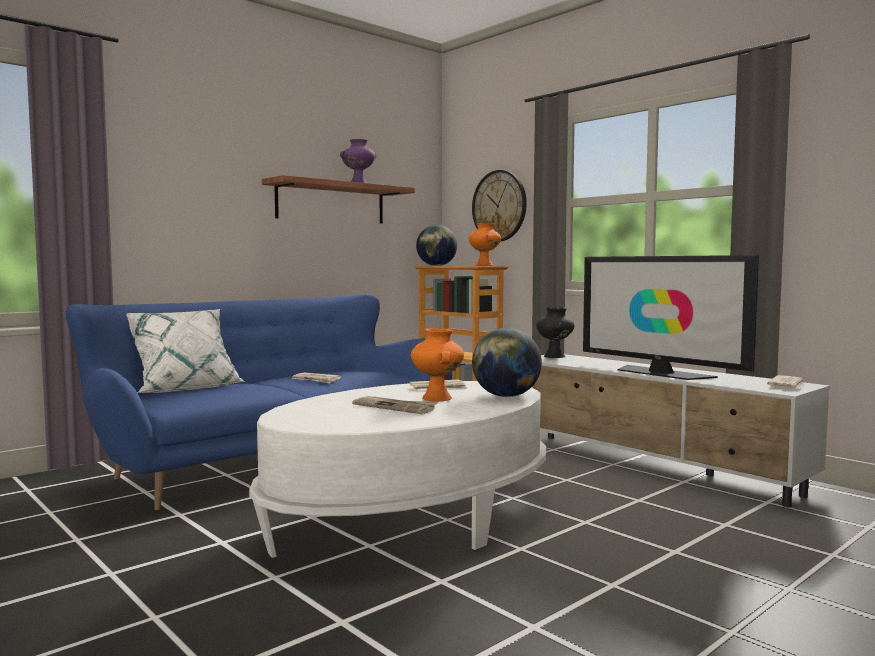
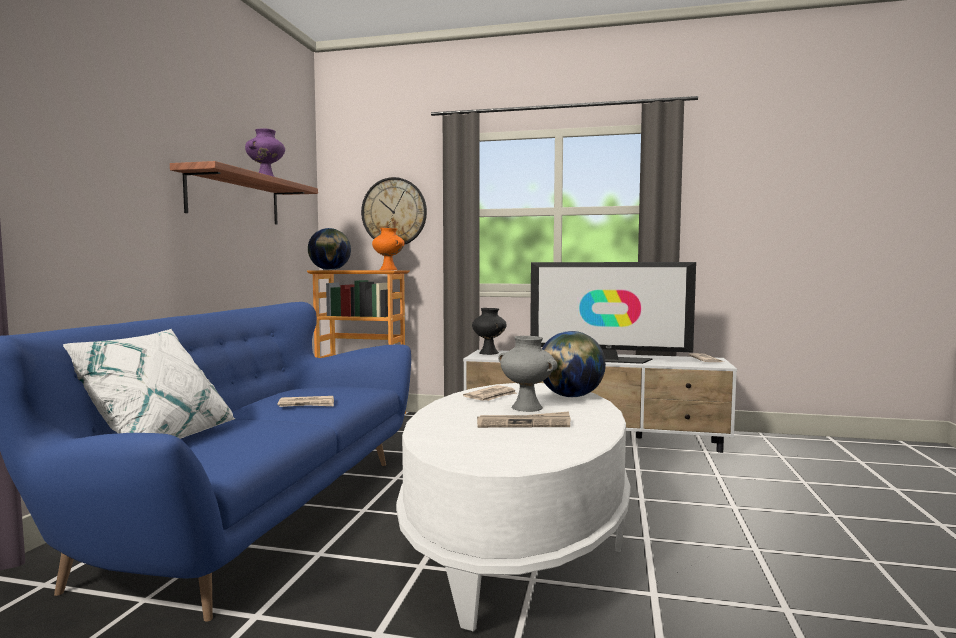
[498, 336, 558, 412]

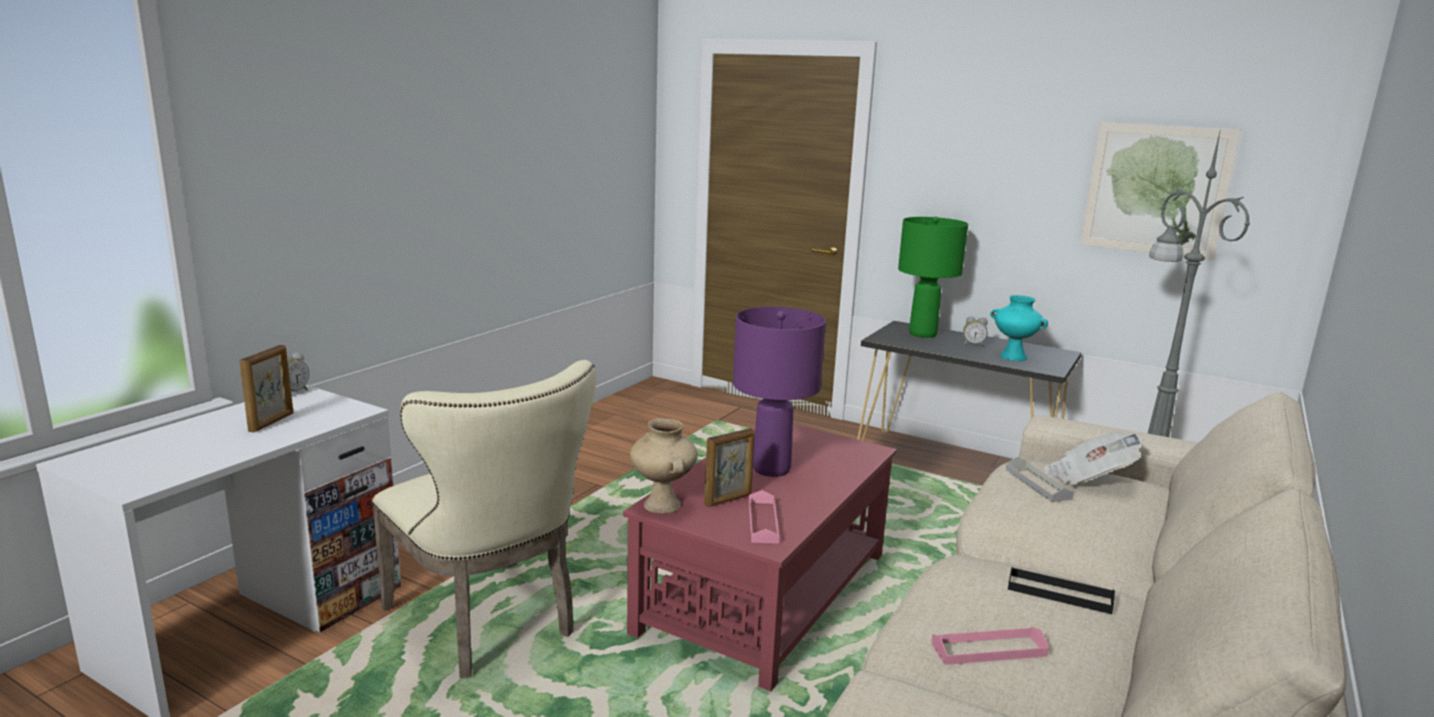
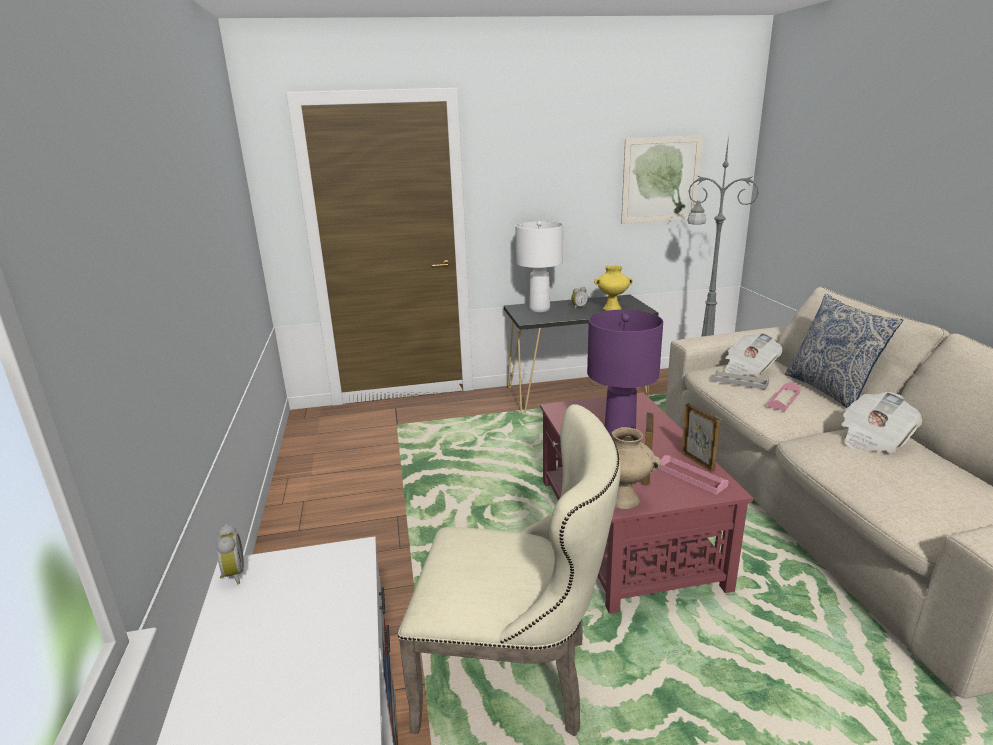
[515, 221, 563, 312]
[594, 265, 633, 311]
[681, 403, 720, 472]
[841, 392, 922, 453]
[767, 382, 801, 411]
[784, 294, 903, 408]

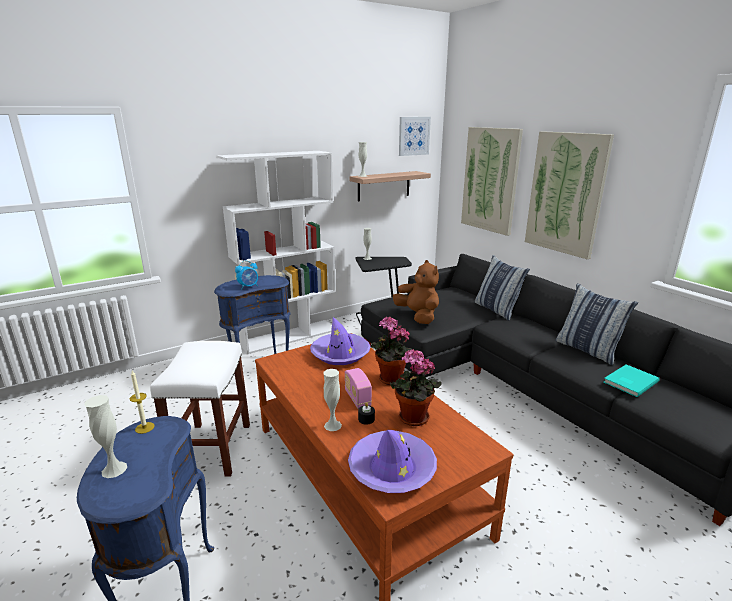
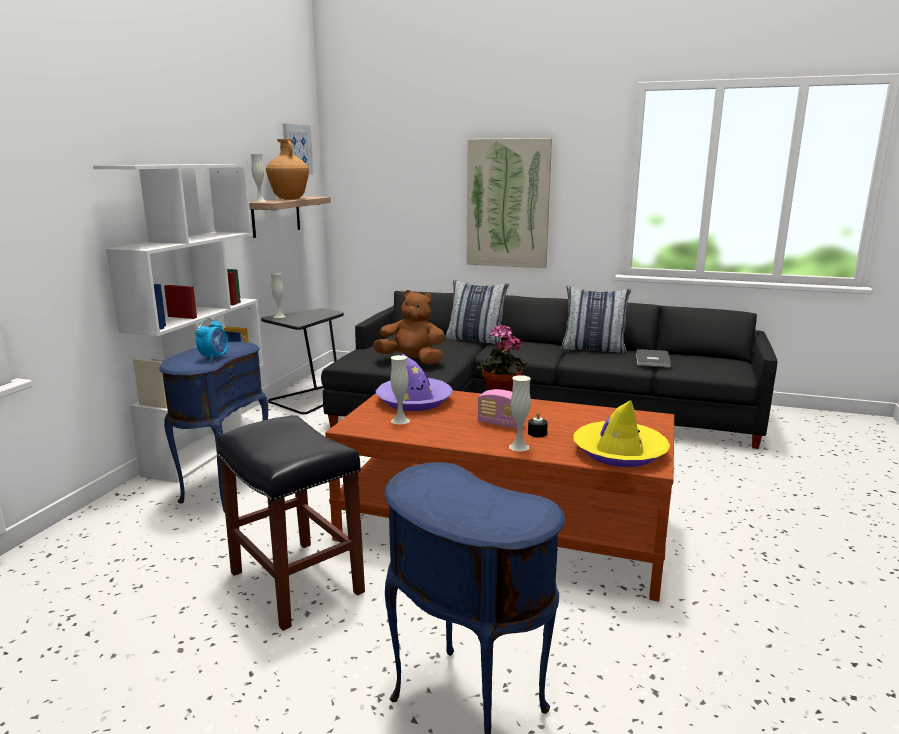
[461, 127, 523, 236] (first image)
[216, 415, 365, 631]
[390, 349, 442, 426] (first image)
[636, 349, 672, 367]
[129, 371, 155, 434] (first image)
[390, 355, 410, 425]
[573, 400, 670, 467]
[266, 139, 309, 200]

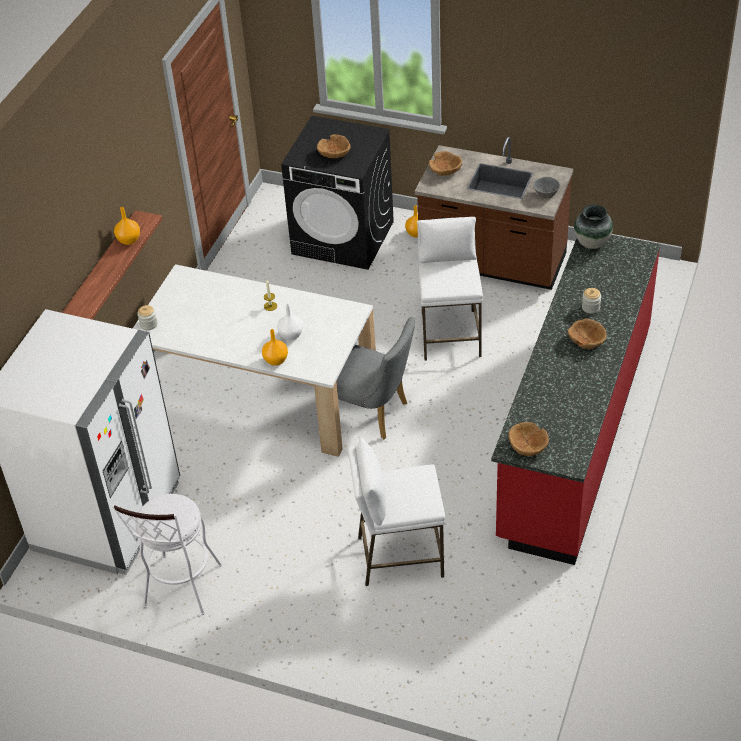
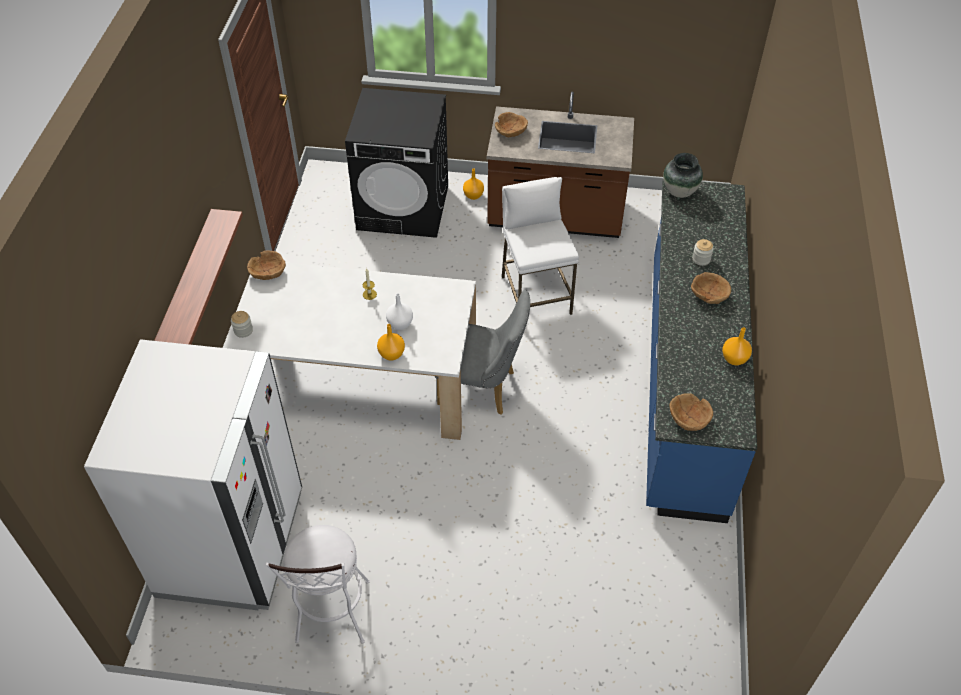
[247, 250, 286, 280]
[533, 177, 560, 198] (first image)
[722, 327, 752, 365]
[646, 179, 757, 523]
[348, 438, 445, 586] (first image)

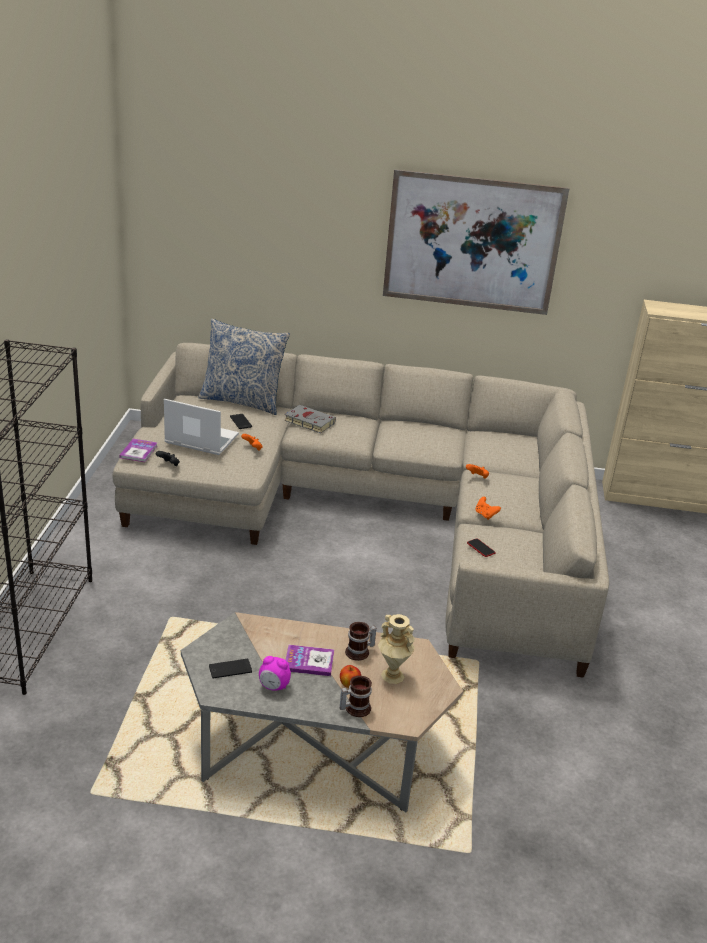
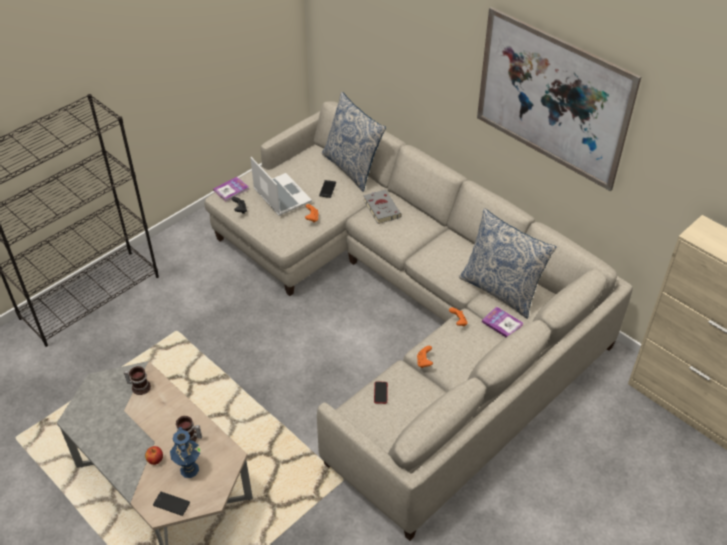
[170, 427, 200, 478]
[482, 306, 523, 337]
[259, 656, 291, 691] (first image)
[153, 492, 190, 516]
[124, 366, 151, 395]
[459, 208, 556, 319]

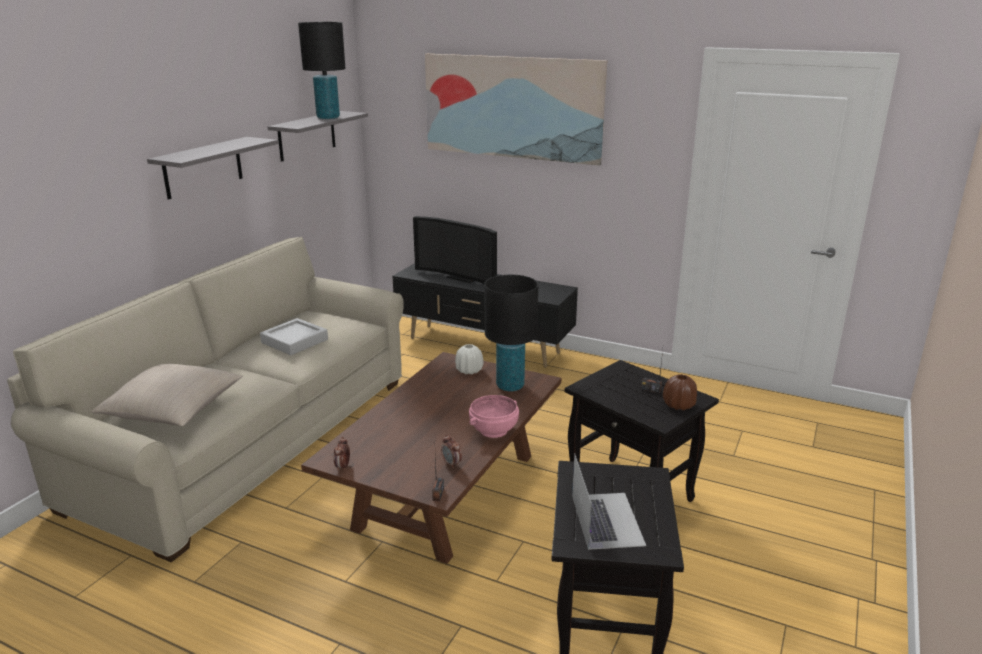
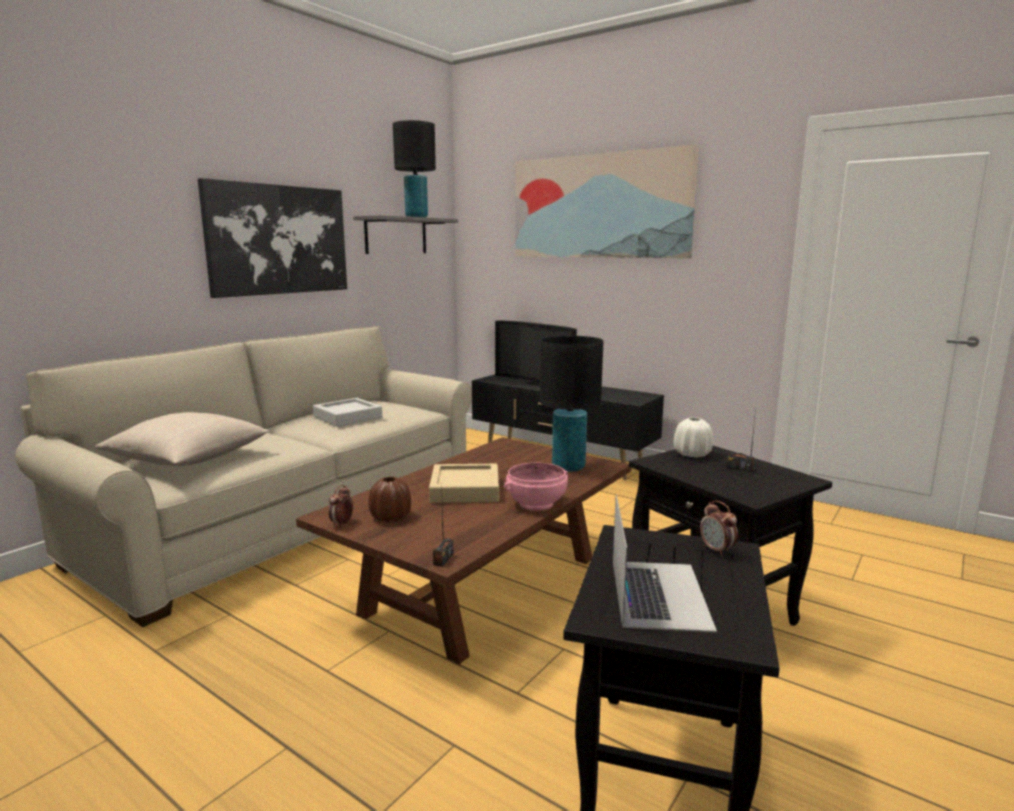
[198, 178, 347, 298]
[673, 417, 713, 458]
[368, 477, 411, 522]
[700, 500, 738, 556]
[429, 464, 499, 503]

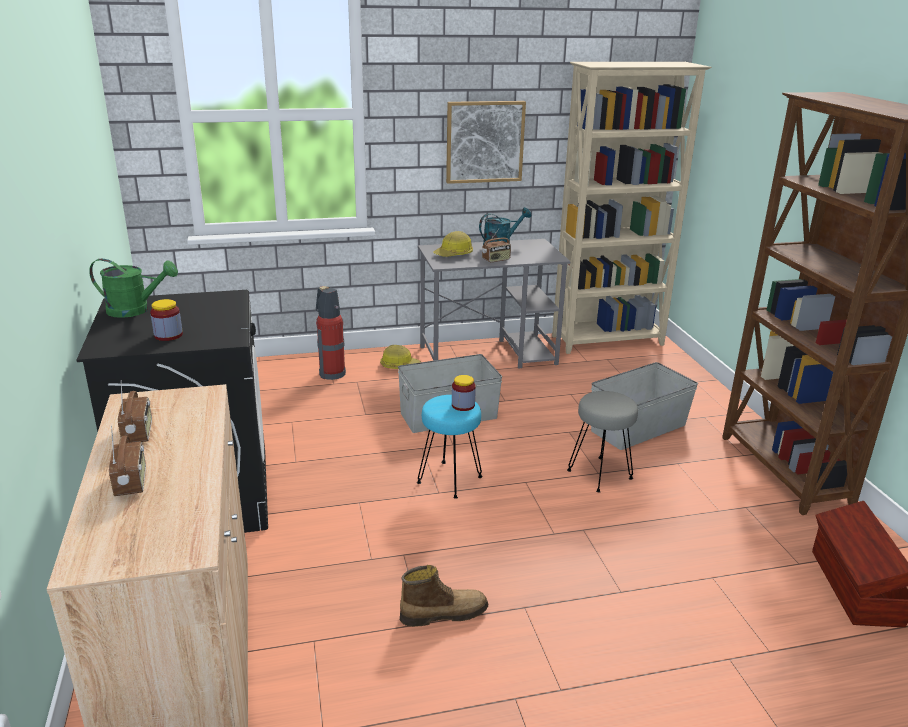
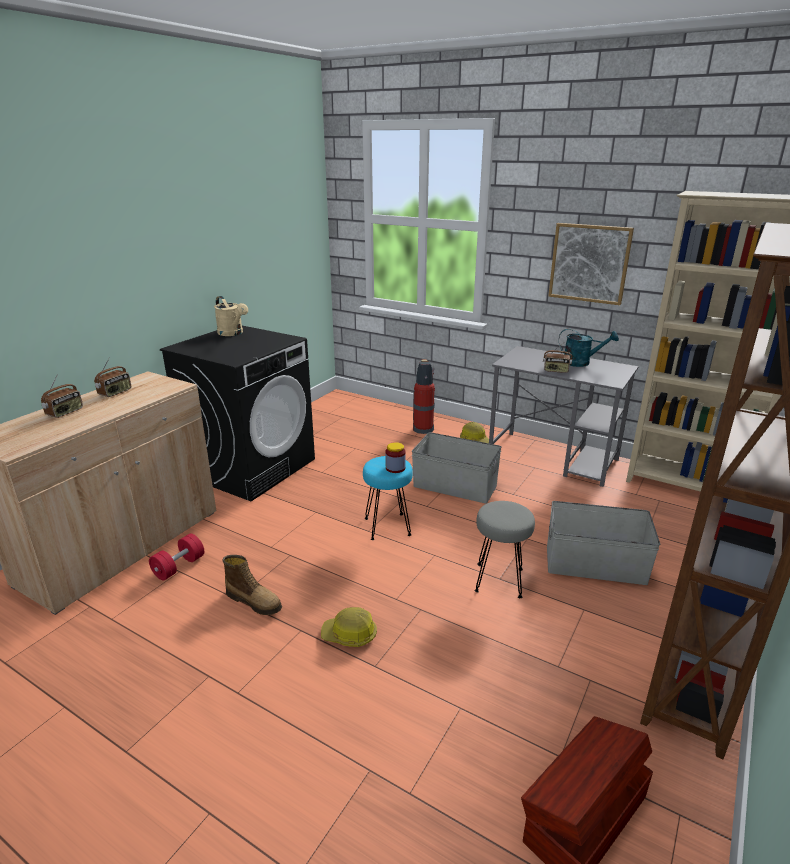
[321, 607, 377, 647]
[214, 296, 248, 336]
[150, 299, 183, 341] (first image)
[149, 534, 204, 581]

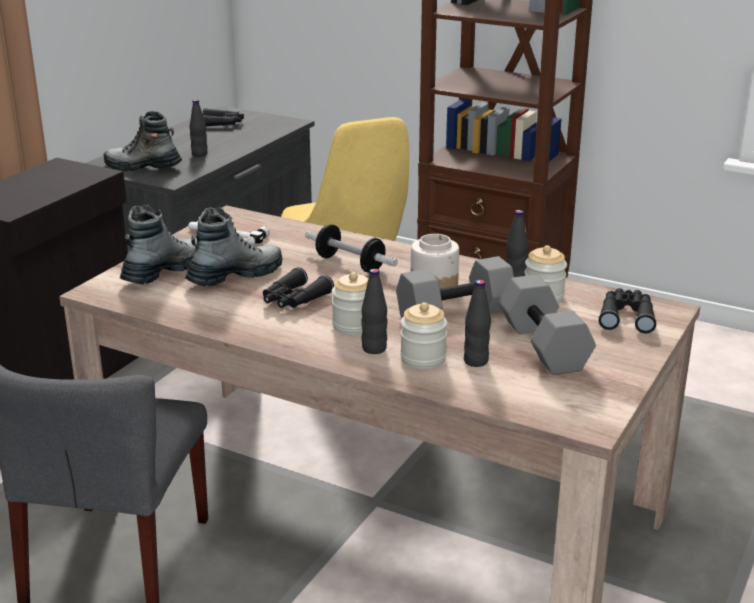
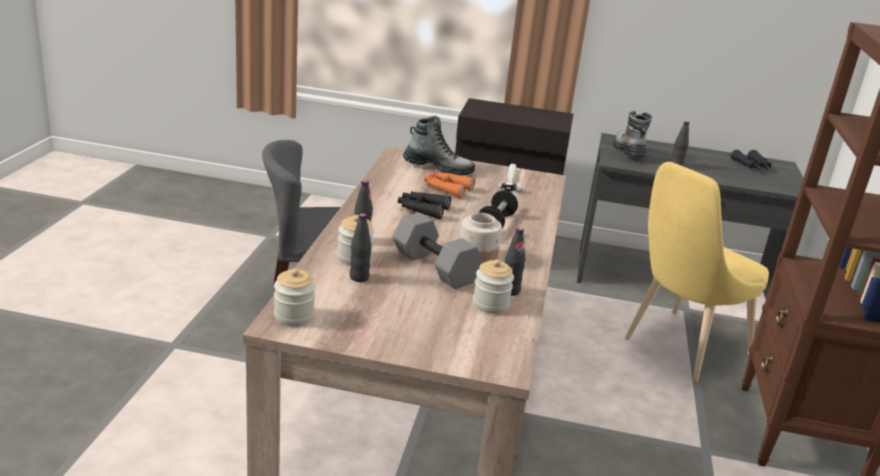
[424, 171, 475, 198]
[274, 268, 315, 326]
[498, 275, 596, 375] (first image)
[598, 288, 657, 333] (first image)

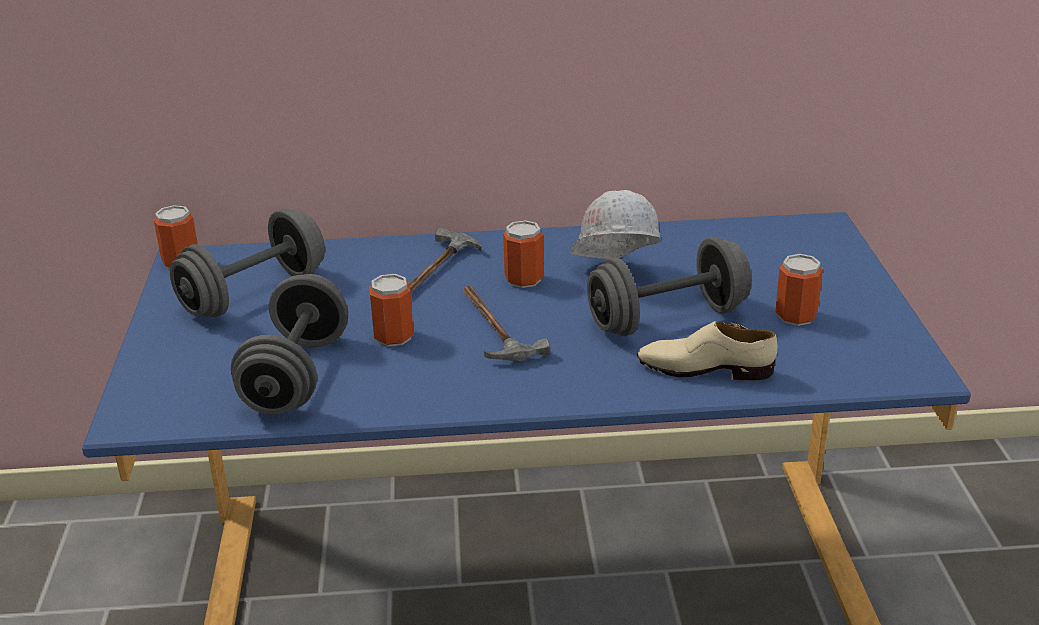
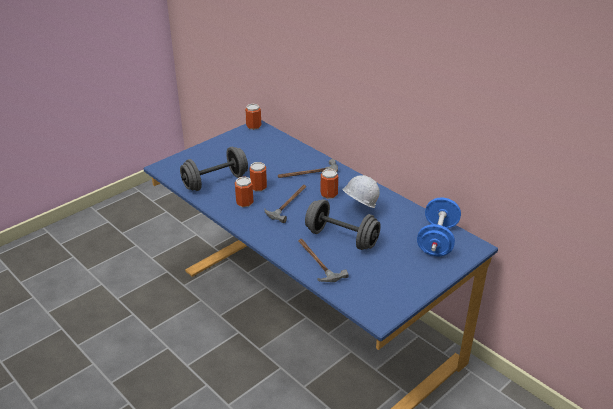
[170, 209, 325, 318] (first image)
[235, 177, 253, 207]
[298, 239, 349, 282]
[417, 197, 461, 256]

